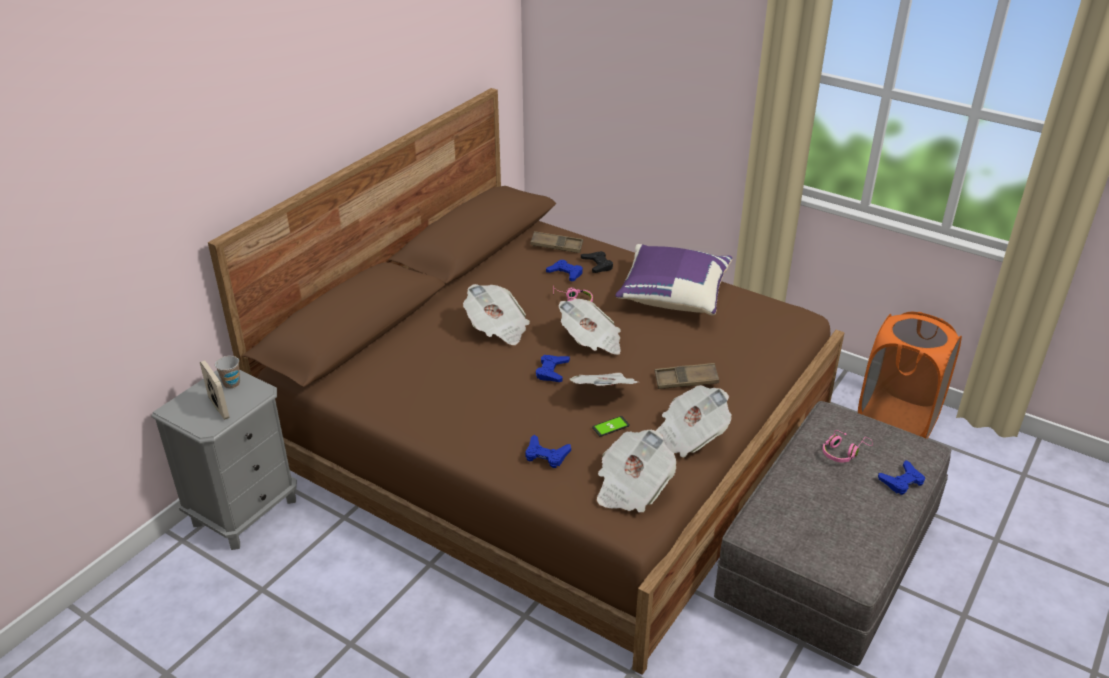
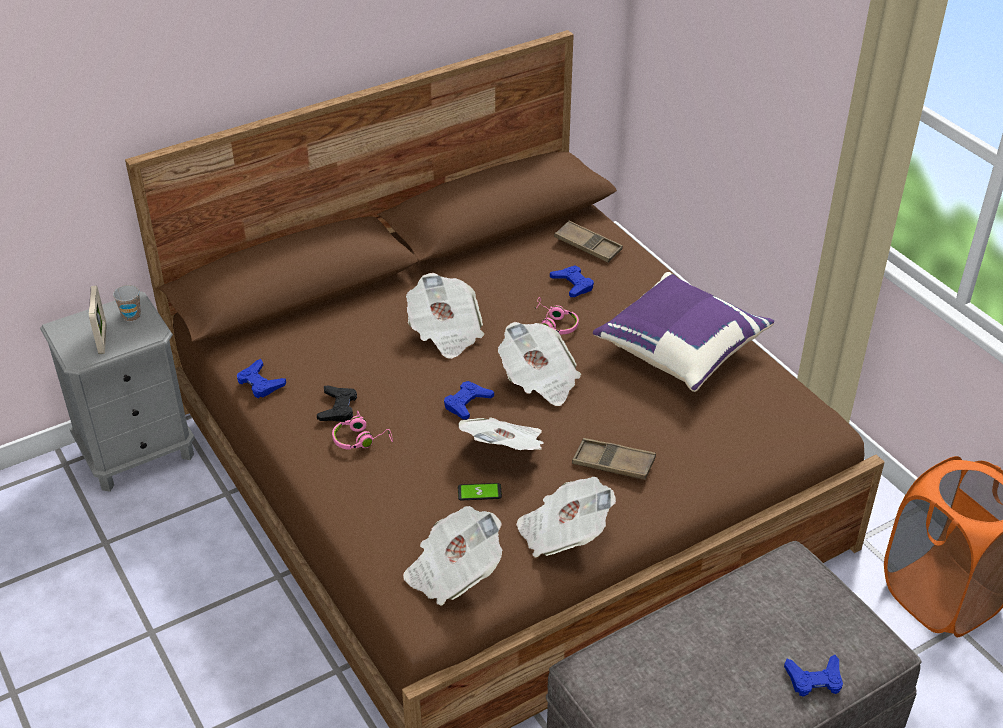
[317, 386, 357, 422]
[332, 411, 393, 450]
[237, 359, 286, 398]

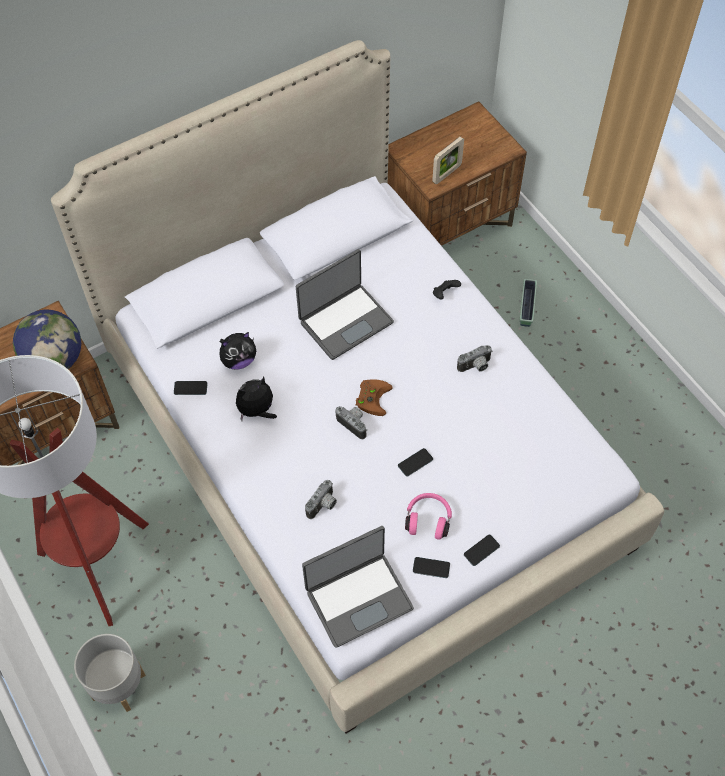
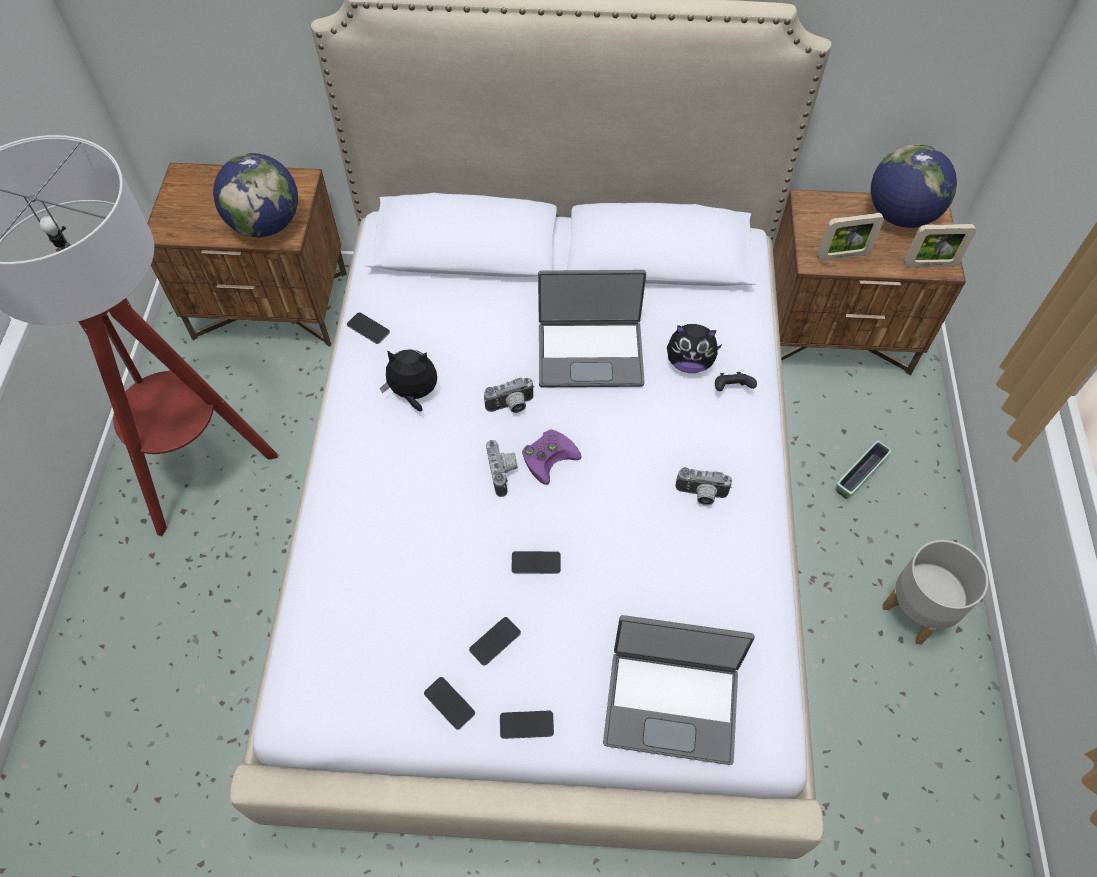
[667, 324, 722, 373]
[522, 429, 582, 485]
[484, 378, 535, 413]
[469, 617, 521, 666]
[603, 615, 755, 765]
[882, 540, 988, 644]
[871, 144, 957, 228]
[904, 224, 976, 267]

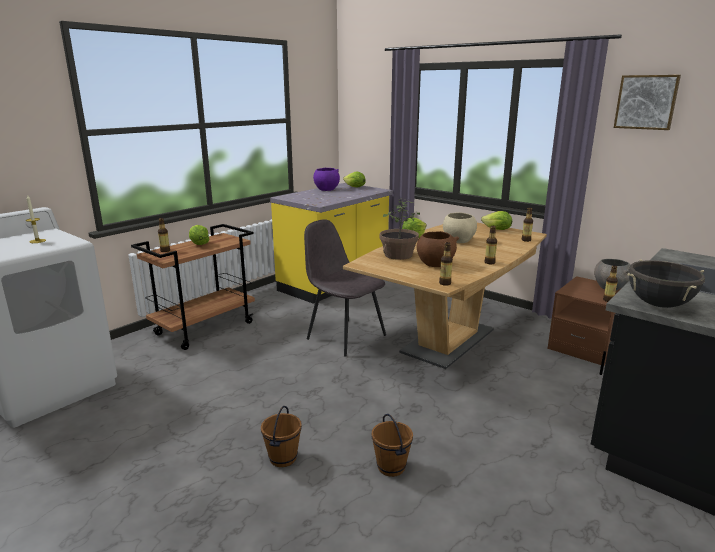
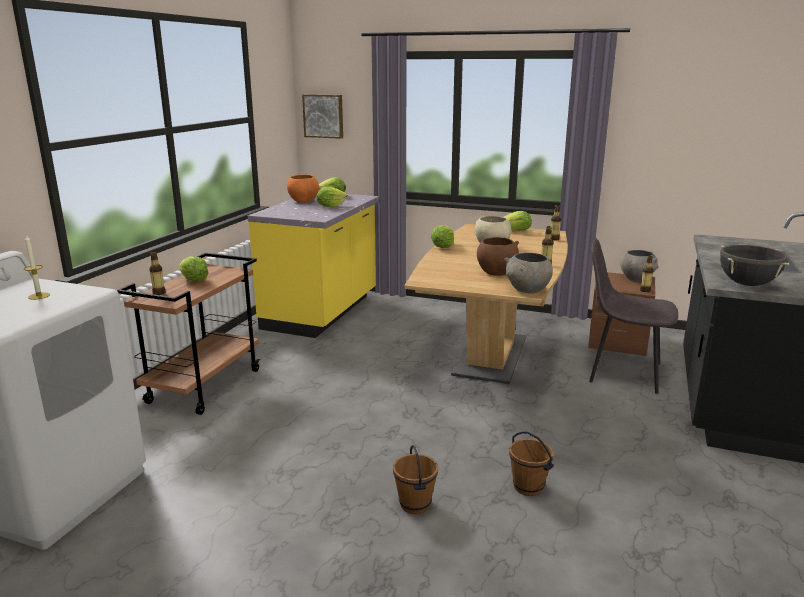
[302, 94, 343, 139]
[287, 175, 319, 203]
[380, 199, 420, 260] (first image)
[589, 238, 678, 394]
[504, 253, 553, 294]
[317, 187, 347, 207]

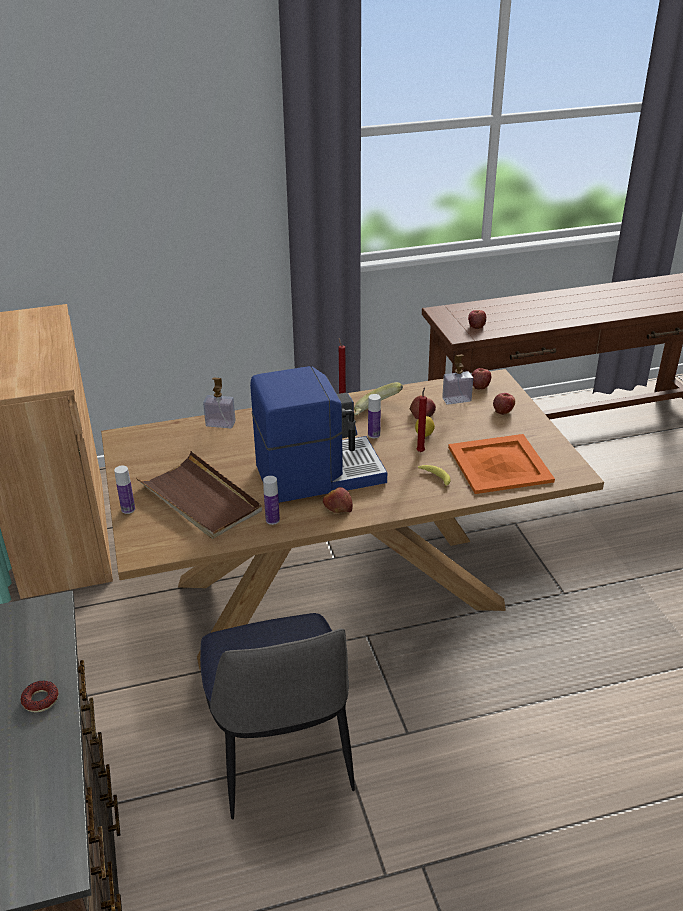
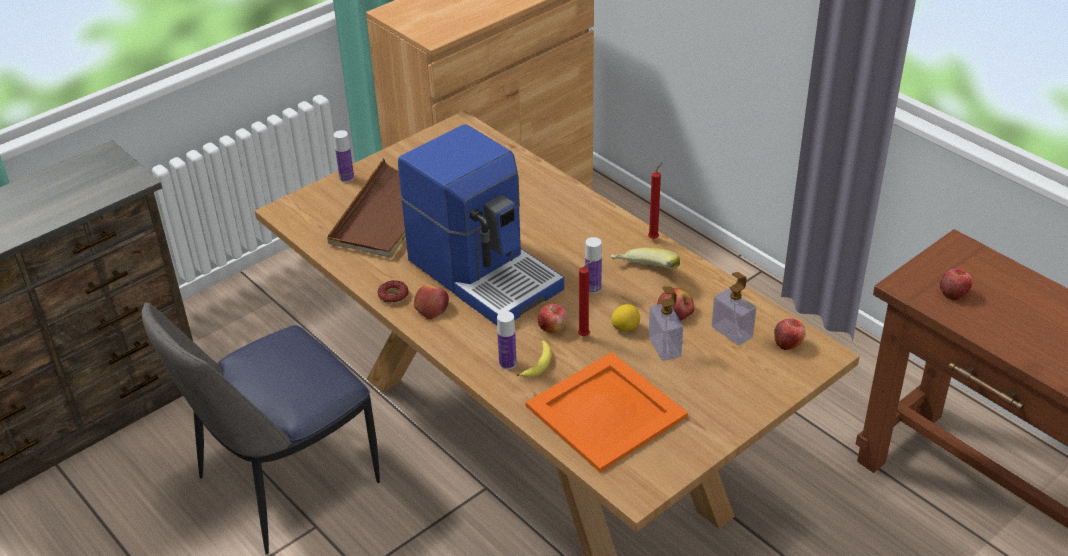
[649, 287, 683, 361]
[538, 303, 567, 333]
[497, 311, 517, 370]
[378, 280, 409, 304]

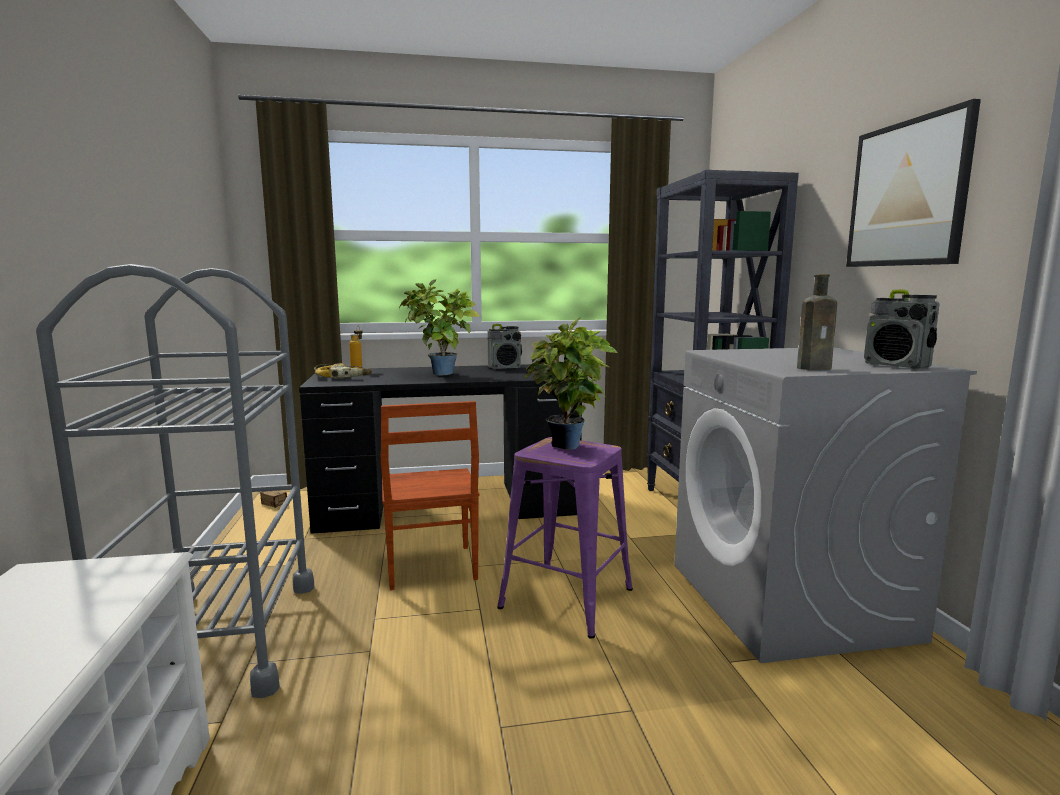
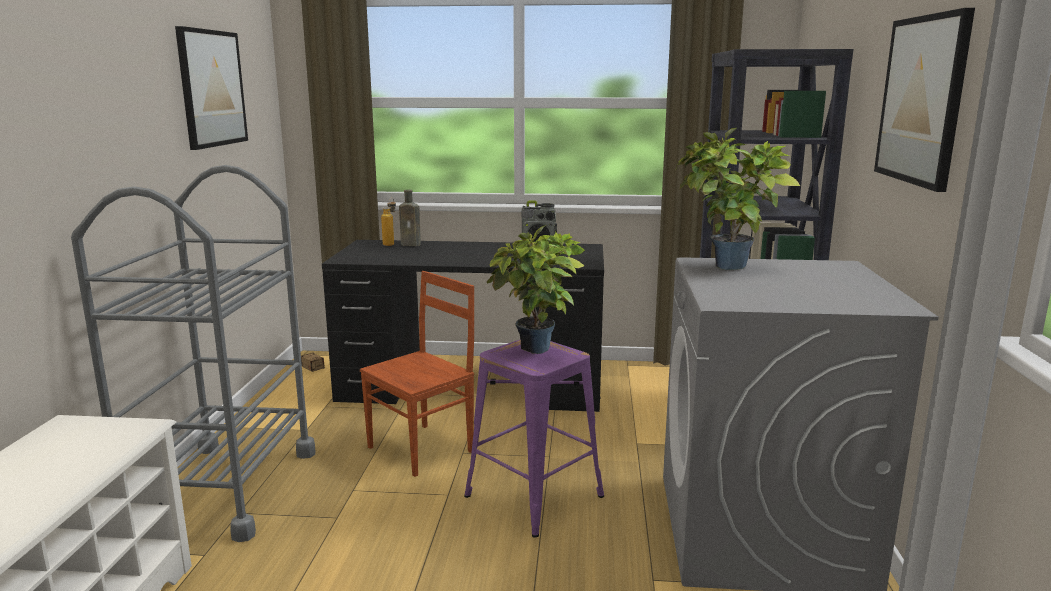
[399, 190, 421, 246]
[675, 128, 800, 270]
[864, 290, 940, 369] (first image)
[314, 363, 372, 379] (first image)
[360, 271, 474, 477]
[175, 26, 248, 150]

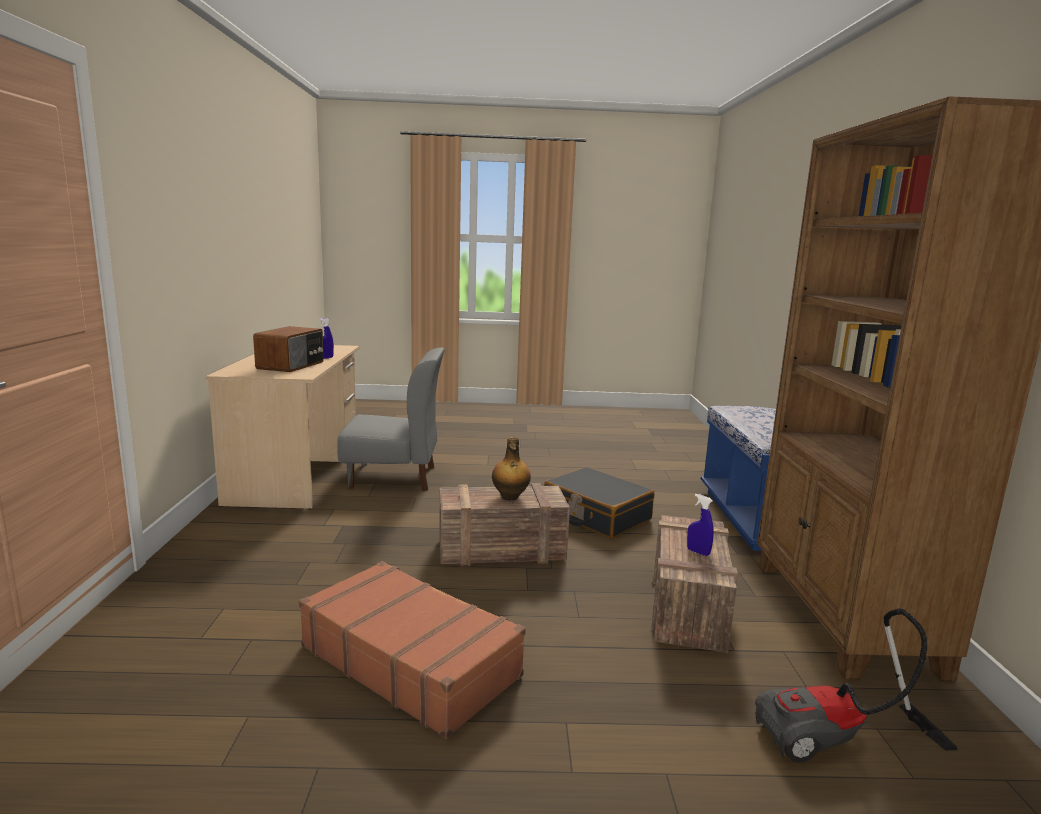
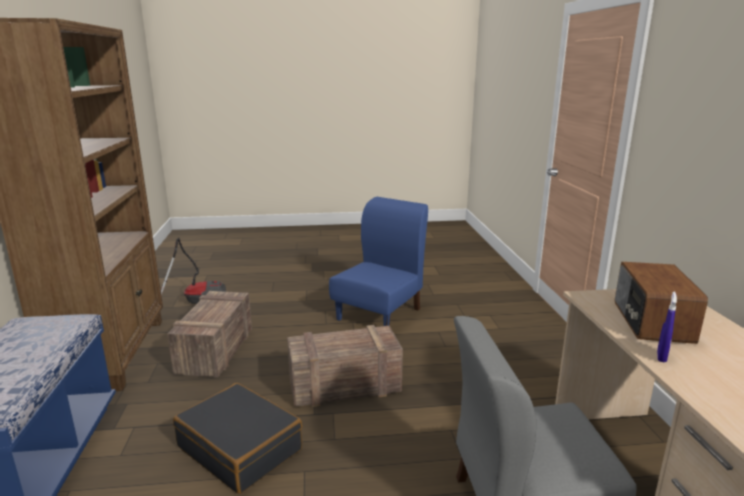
[492, 437, 531, 501] (first image)
[687, 494, 714, 556] (first image)
[329, 197, 428, 326]

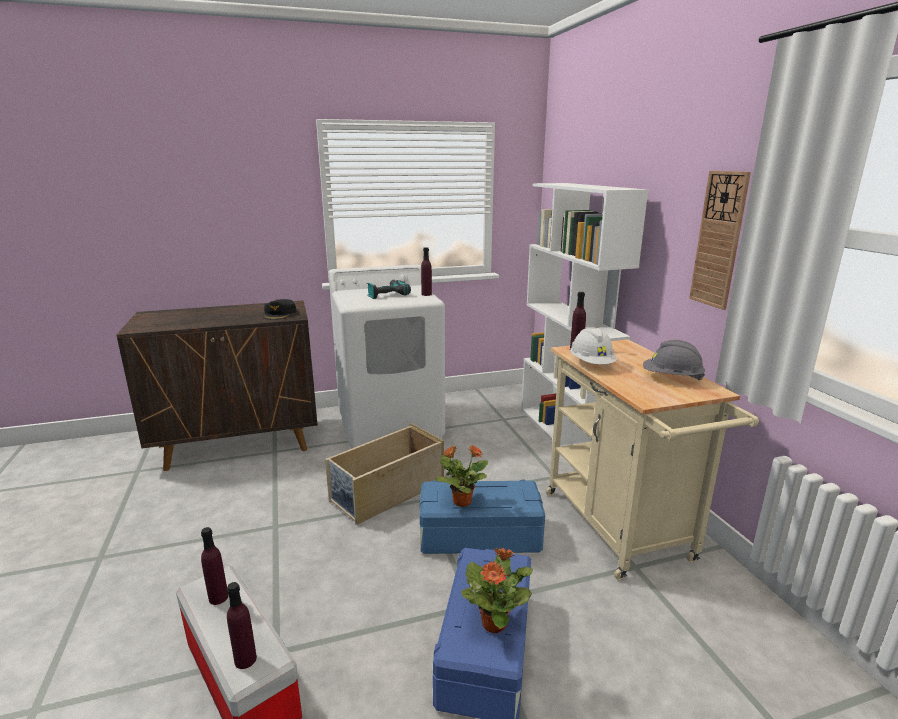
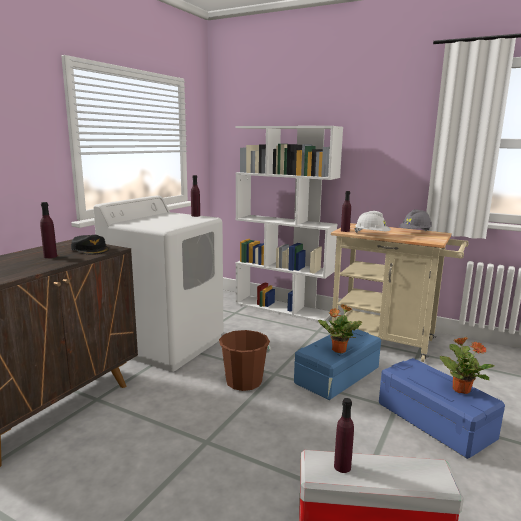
[689, 171, 751, 310] (first image)
[367, 280, 411, 299] (first image)
[219, 330, 271, 391]
[40, 202, 57, 258]

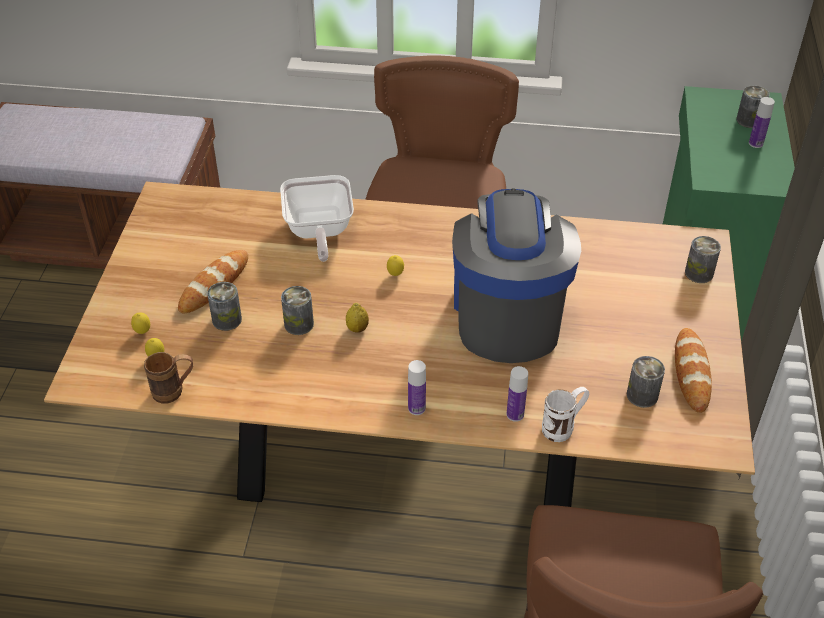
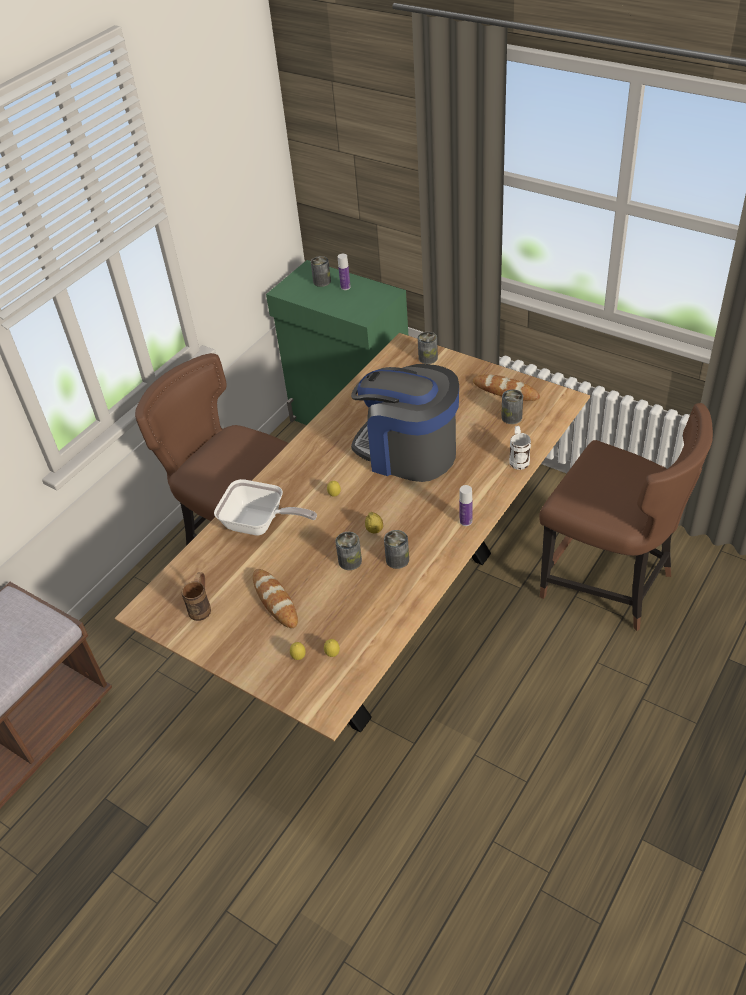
[384, 530, 409, 569]
[182, 572, 211, 621]
[506, 366, 528, 422] (first image)

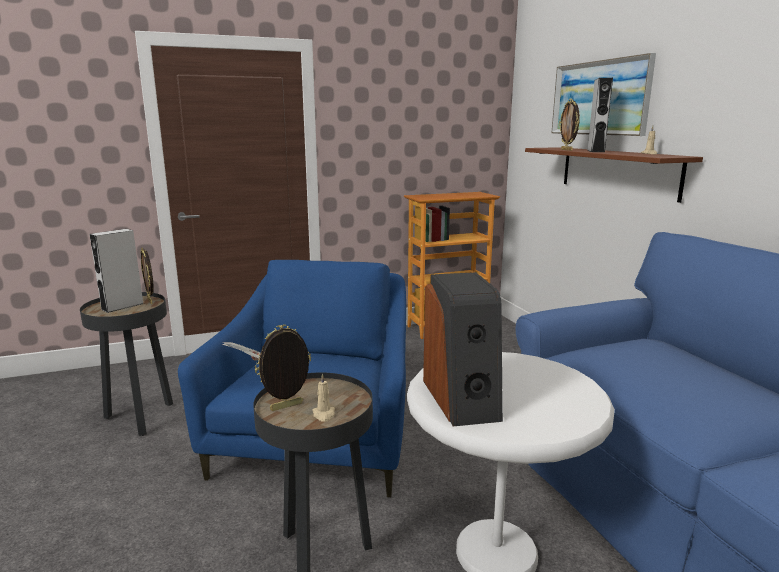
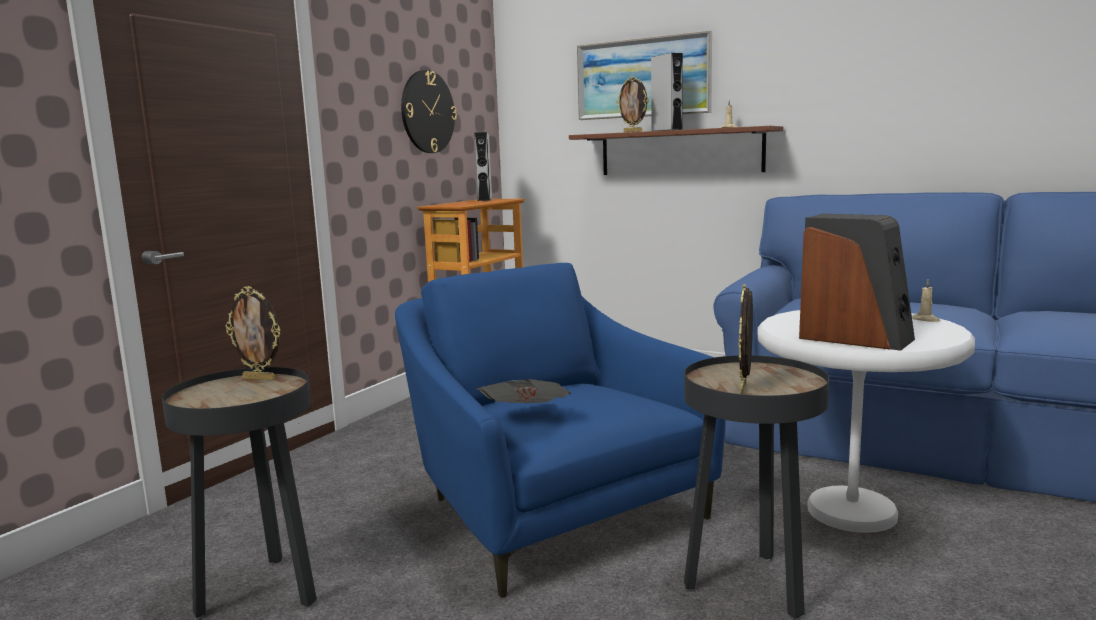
[474, 132, 492, 201]
[912, 279, 940, 322]
[401, 70, 457, 153]

